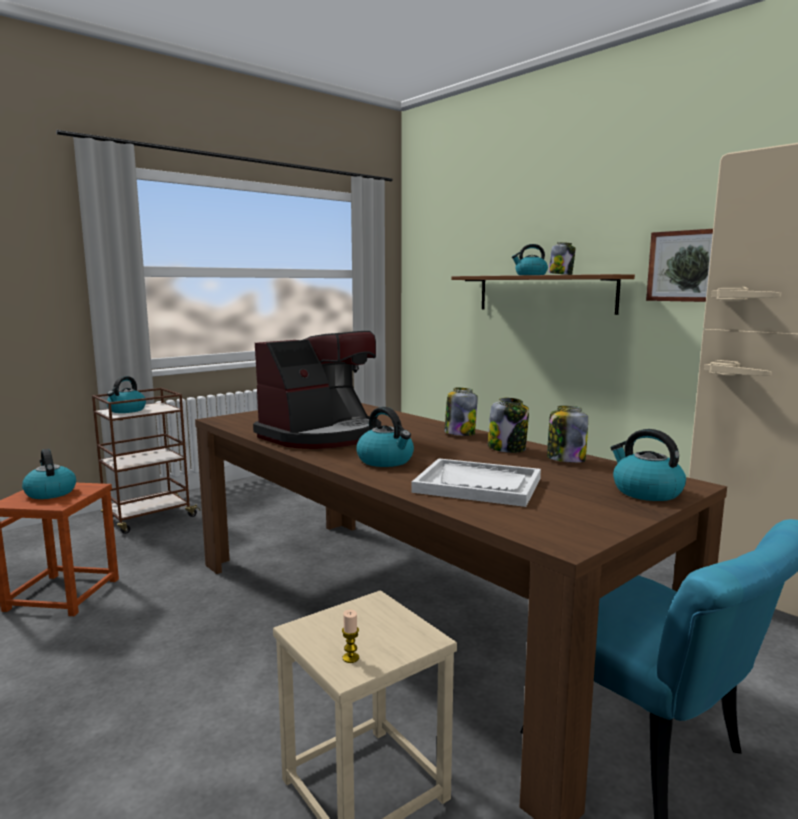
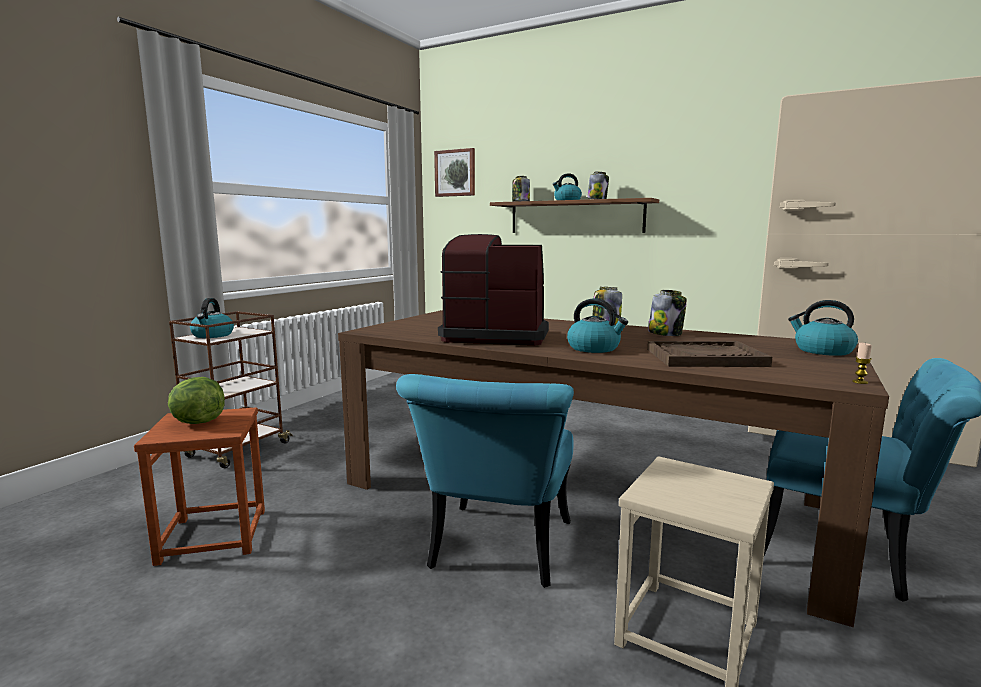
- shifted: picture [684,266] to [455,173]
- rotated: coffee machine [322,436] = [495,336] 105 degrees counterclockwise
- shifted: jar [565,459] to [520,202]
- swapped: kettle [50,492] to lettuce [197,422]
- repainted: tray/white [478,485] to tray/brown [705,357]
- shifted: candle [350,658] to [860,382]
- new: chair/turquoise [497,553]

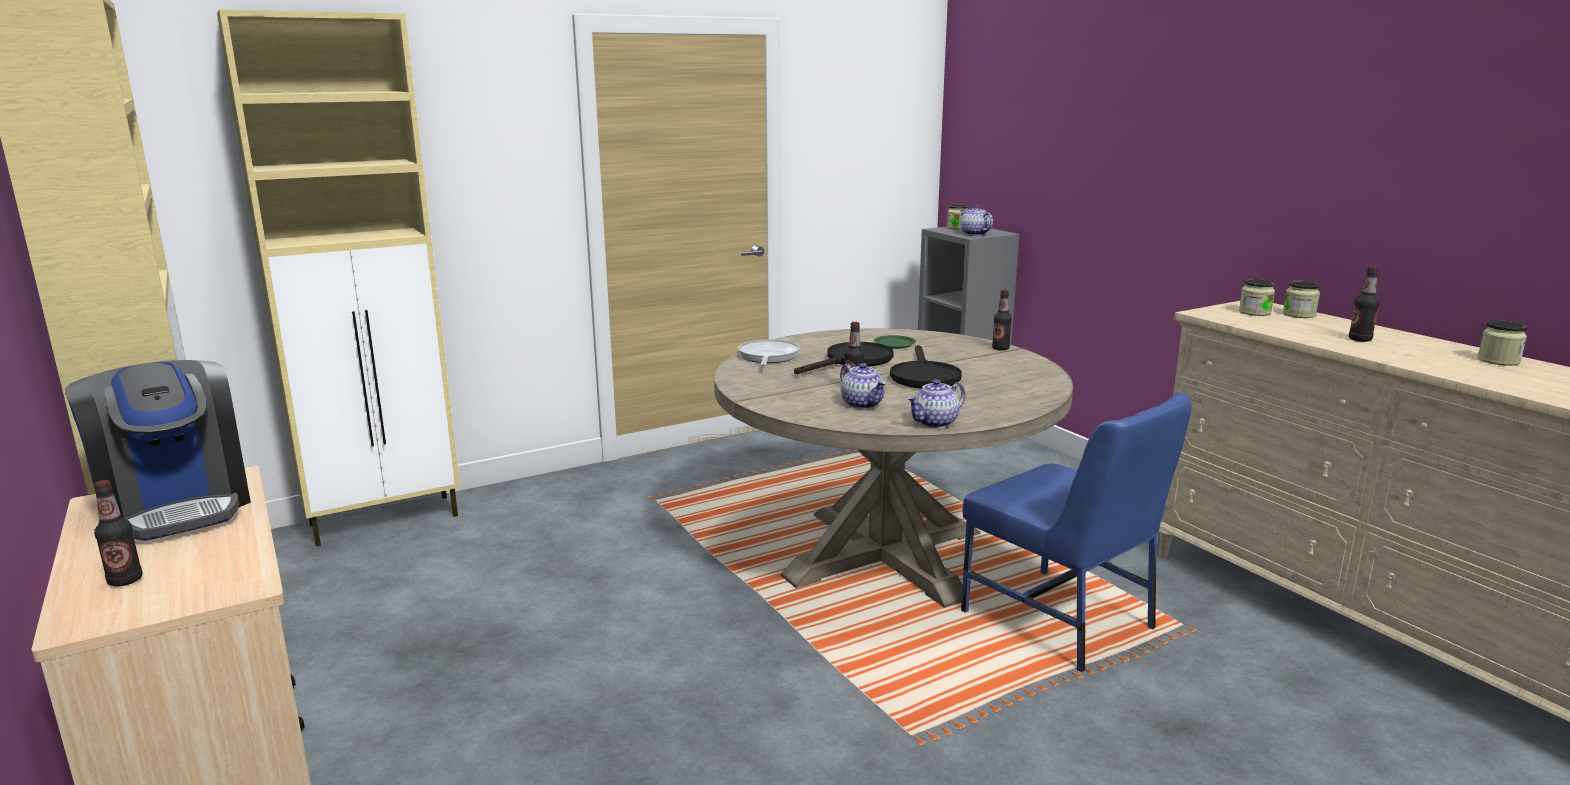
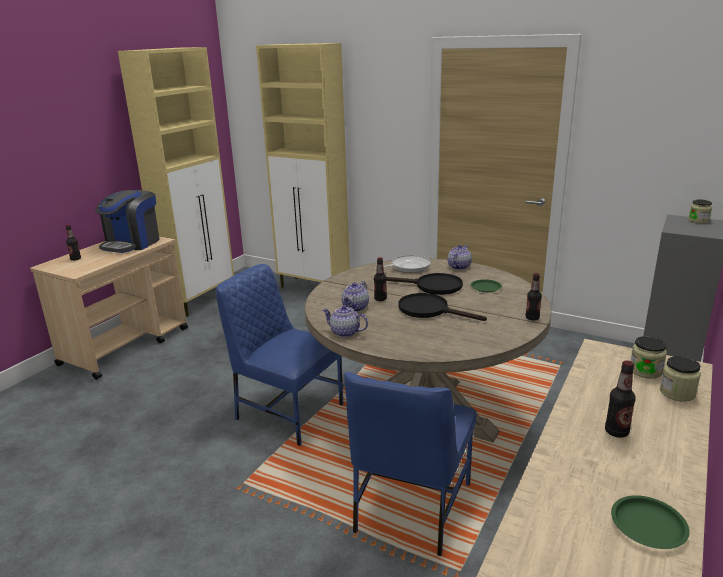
- shifted: teapot [974,234] to [458,266]
- swapped: jar [1498,361] to plate/green [647,525]
- rotated: frying pan/black [923,376] = [430,310] 60 degrees clockwise
- new: chair/blue [287,412]

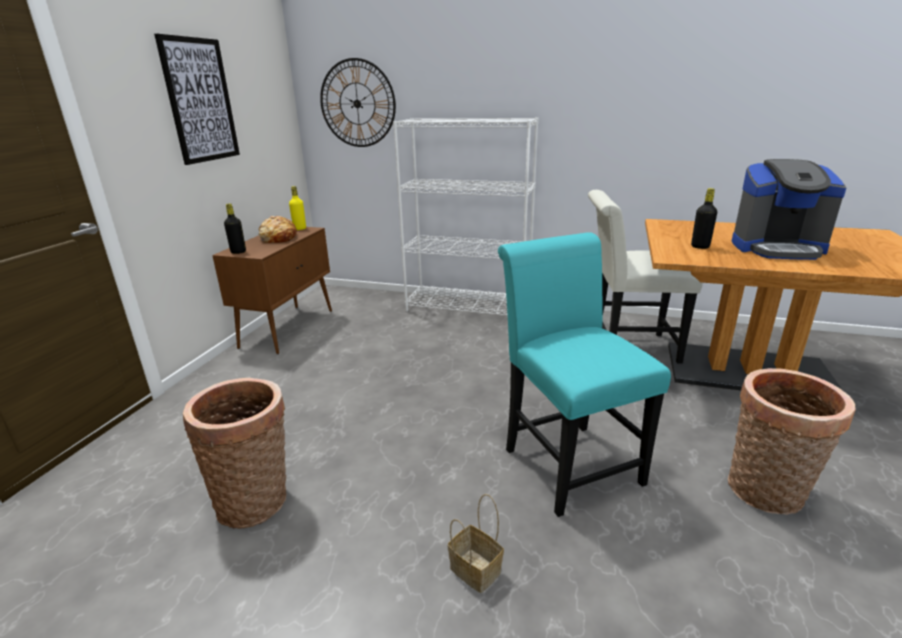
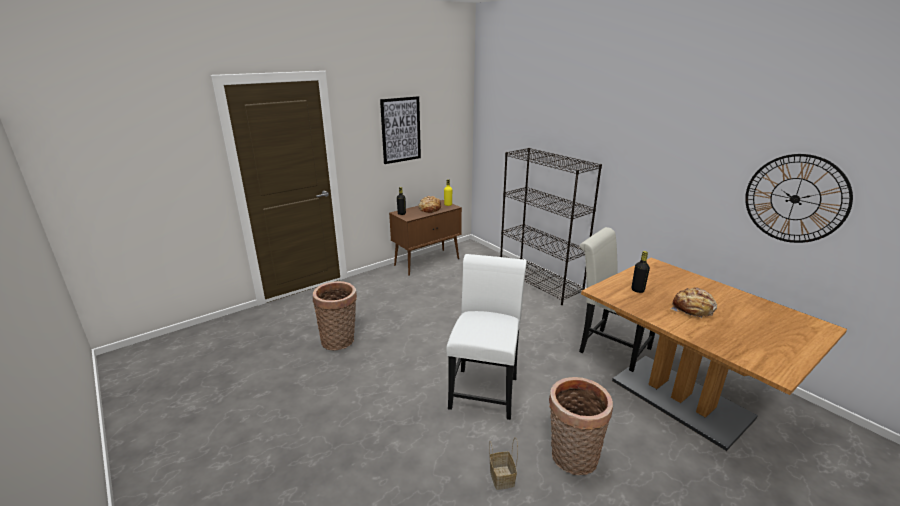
- shifted: wall clock [357,103] to [795,199]
- repainted: bookcase/white [469,308] to bookcase/black [540,283]
- swapped: coffee machine [777,248] to bread [693,309]
- repainted: chair/turquoise [566,460] to chair/white [485,388]
- shifted: basket [473,570] to [501,477]

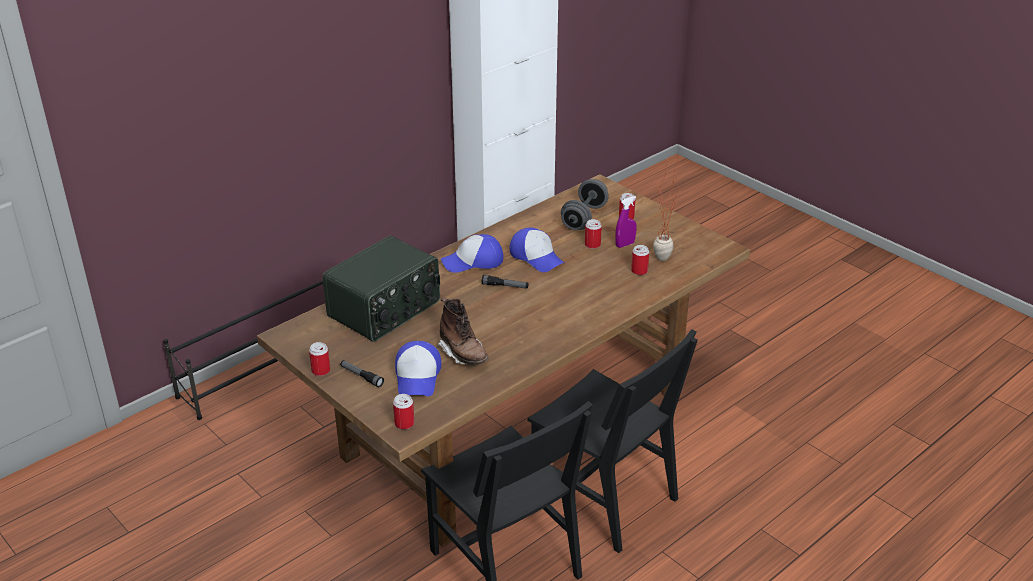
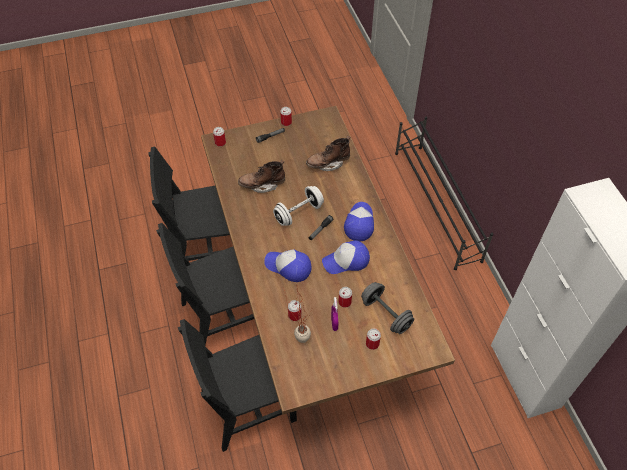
- swapped: radio [385,310] to boot/brown [328,163]
- shifted: cap [418,377] to [288,267]
- new: dumbbell/white [298,213]
- new: chair/black [248,405]

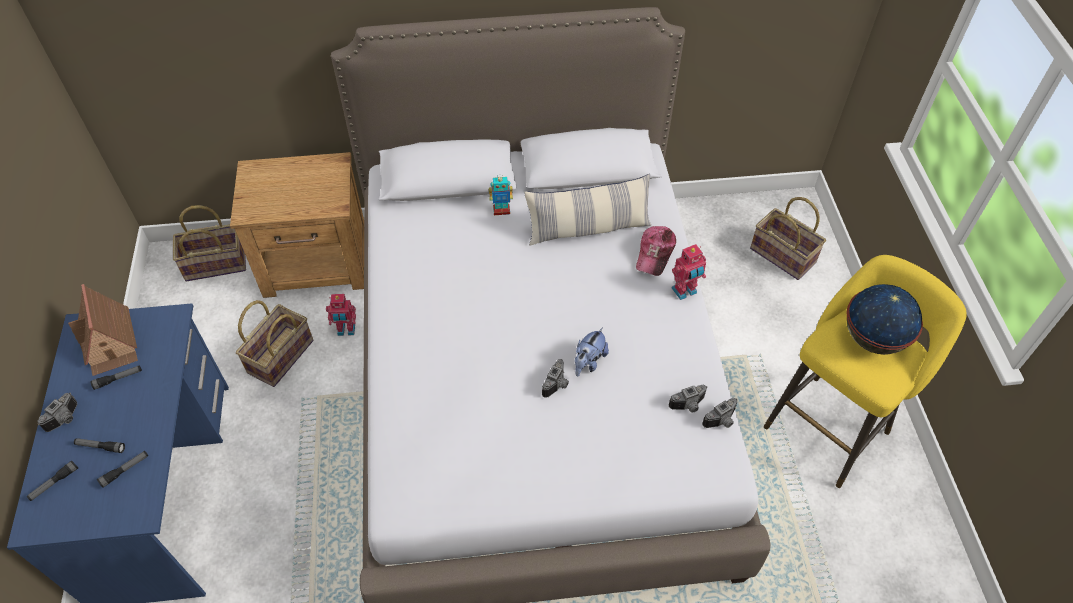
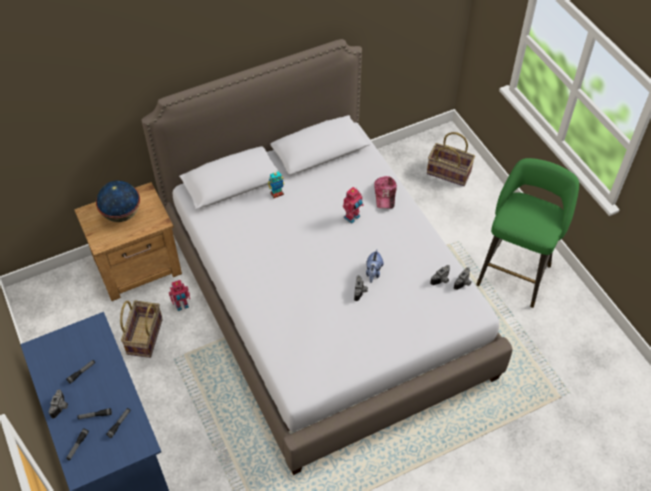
- gone: pillow [588,229]
- gone: basket [216,263]
- shifted: toy robot [685,291] to [352,217]
- repainted: stool/yellow [831,425] to stool/green [515,272]
- gone: toy house [110,342]
- shifted: globe [873,338] to [122,214]

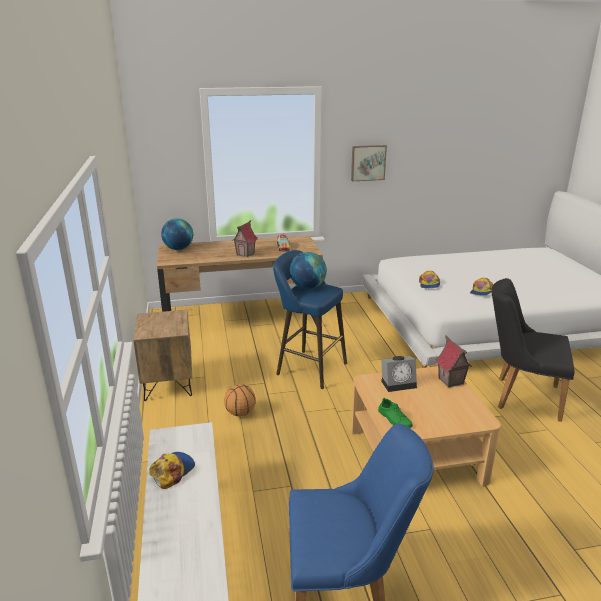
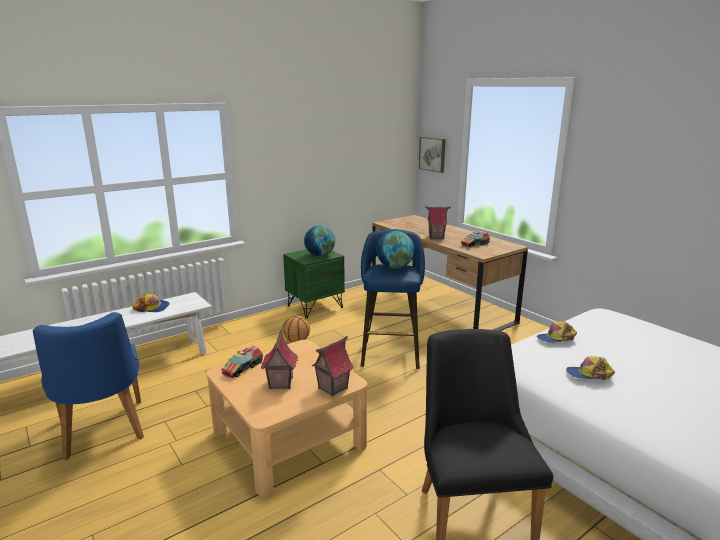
- shifted: picture [368,162] to [433,154]
- shifted: globe [178,249] to [320,255]
- repainted: nightstand/brown [168,384] to nightstand/green [315,306]
- gone: alarm clock [399,383]
- swapped: shoe/green [394,419] to toy truck [243,368]
- new: toy house [280,383]

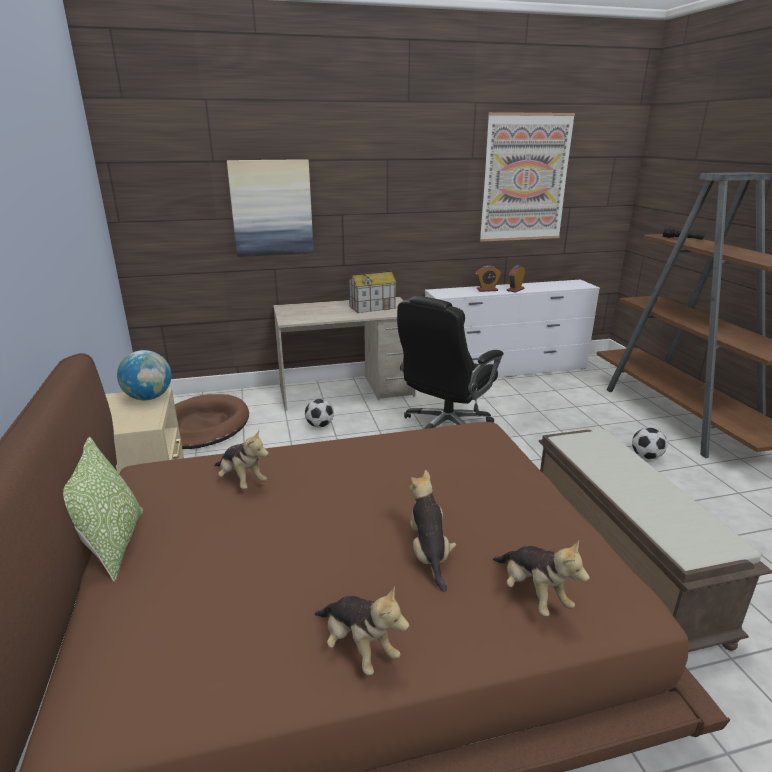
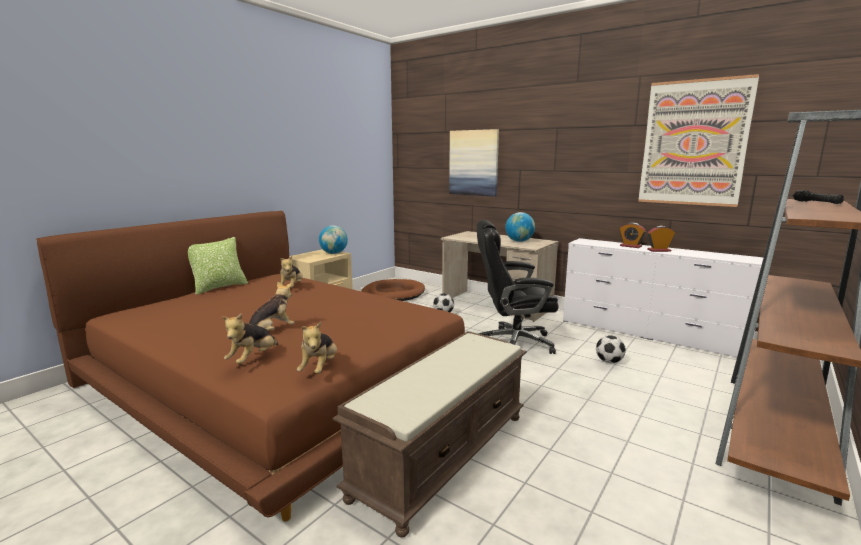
- swapped: toy house [372,307] to globe [519,241]
- shifted: football [646,457] to [609,362]
- shifted: plush toy [358,648] to [319,368]

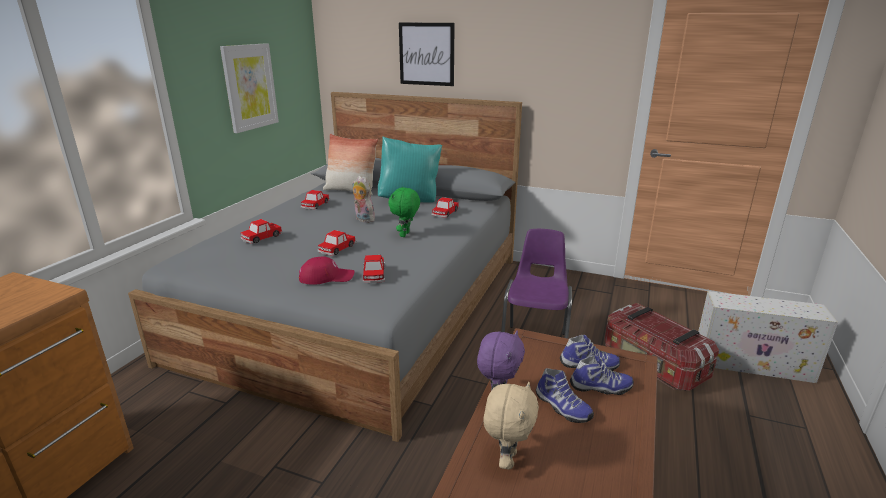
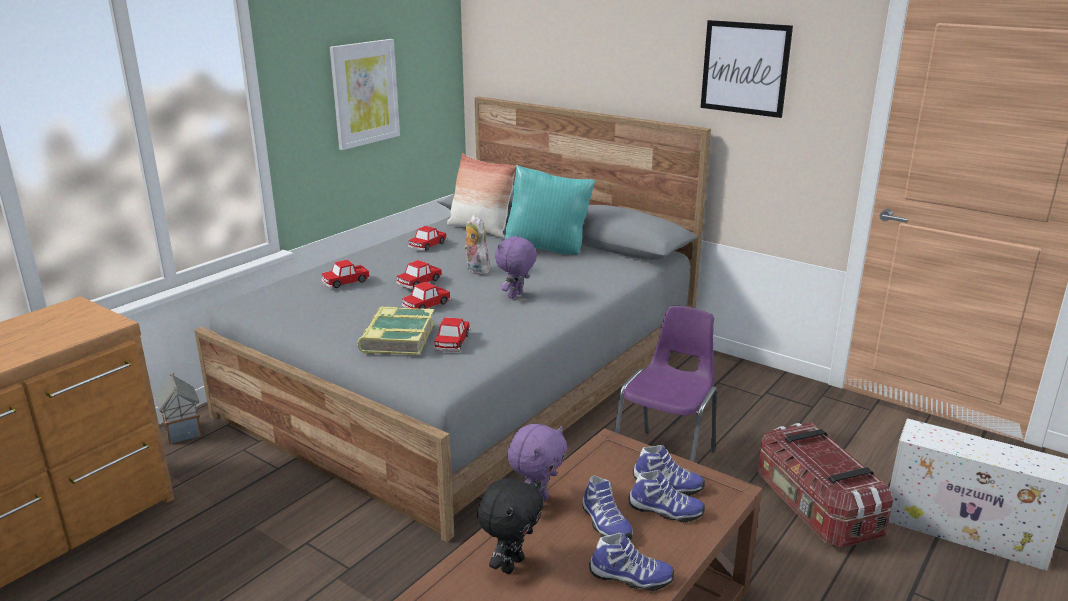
- shifted: picture [426,54] to [745,68]
- repainted: plush toy/green [405,235] to plush toy/purple [516,296]
- shifted: toy car [445,213] to [419,282]
- swapped: cap/red [326,277] to book [397,338]
- repainted: plush toy/beige [507,459] to plush toy/black [511,564]
- new: toy house [184,433]
- new: shoe [630,578]

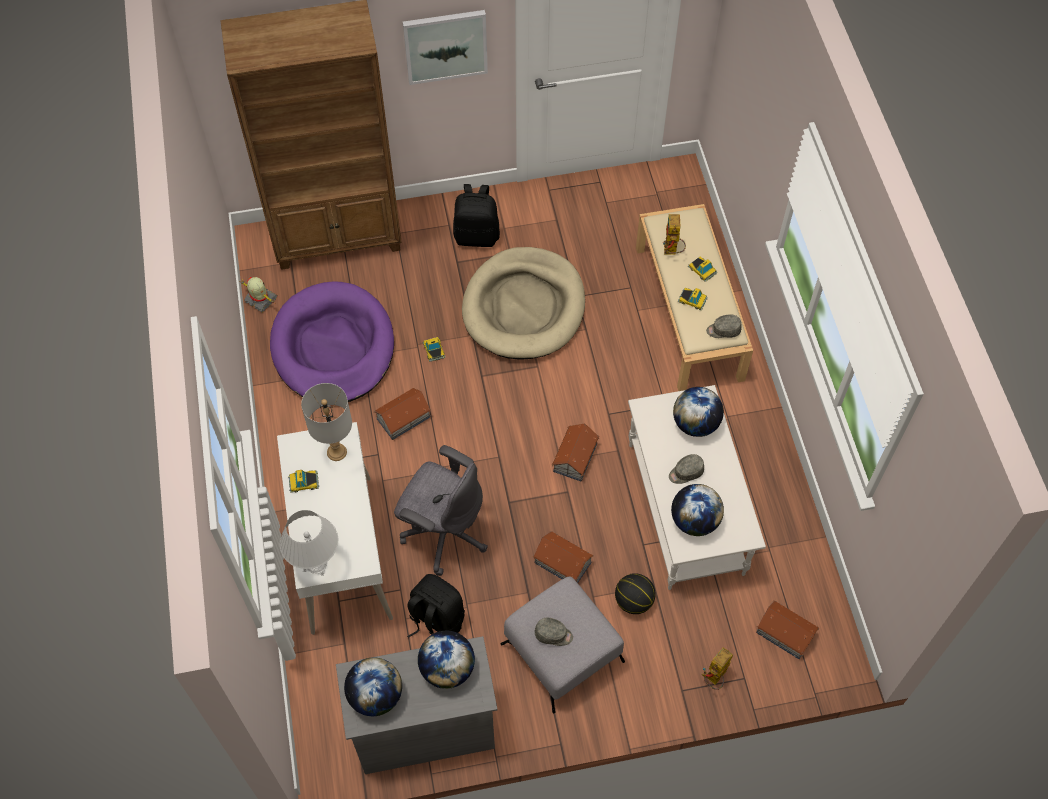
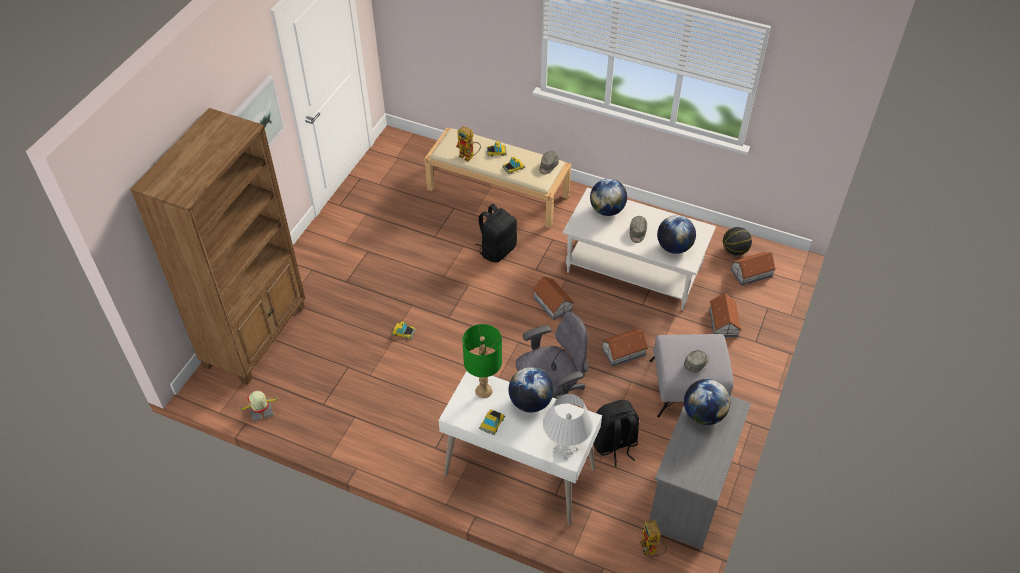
- shifted: backpack/black [477,235] to [497,250]
- gone: dog bed/beige [524,307]
- gone: dog bed/purple [333,347]
- repainted: table lamp/grey [336,452] to table lamp/green [484,391]
- shifted: toy house [404,418] to [723,322]
- shifted: basketball [633,601] to [735,250]
- shifted: toy robot [714,679] to [650,551]
- shifted: globe [375,696] to [530,402]

